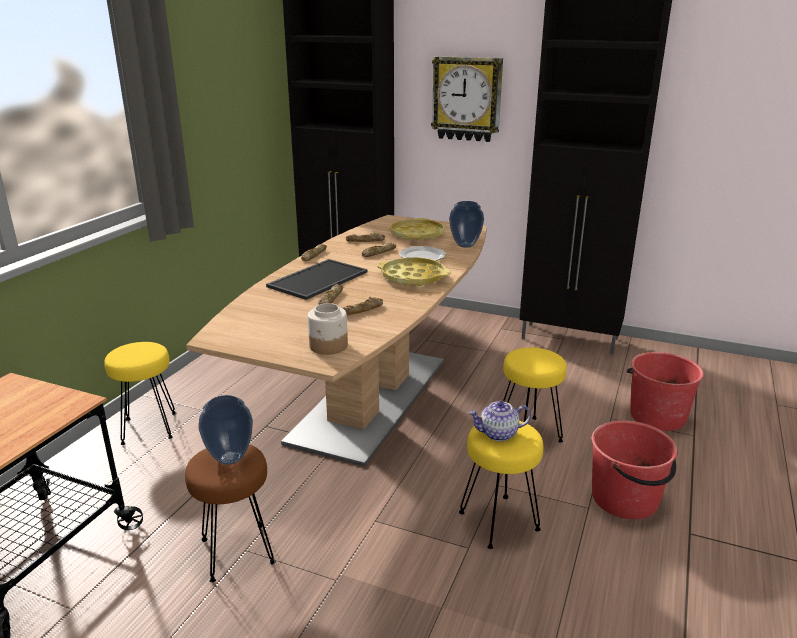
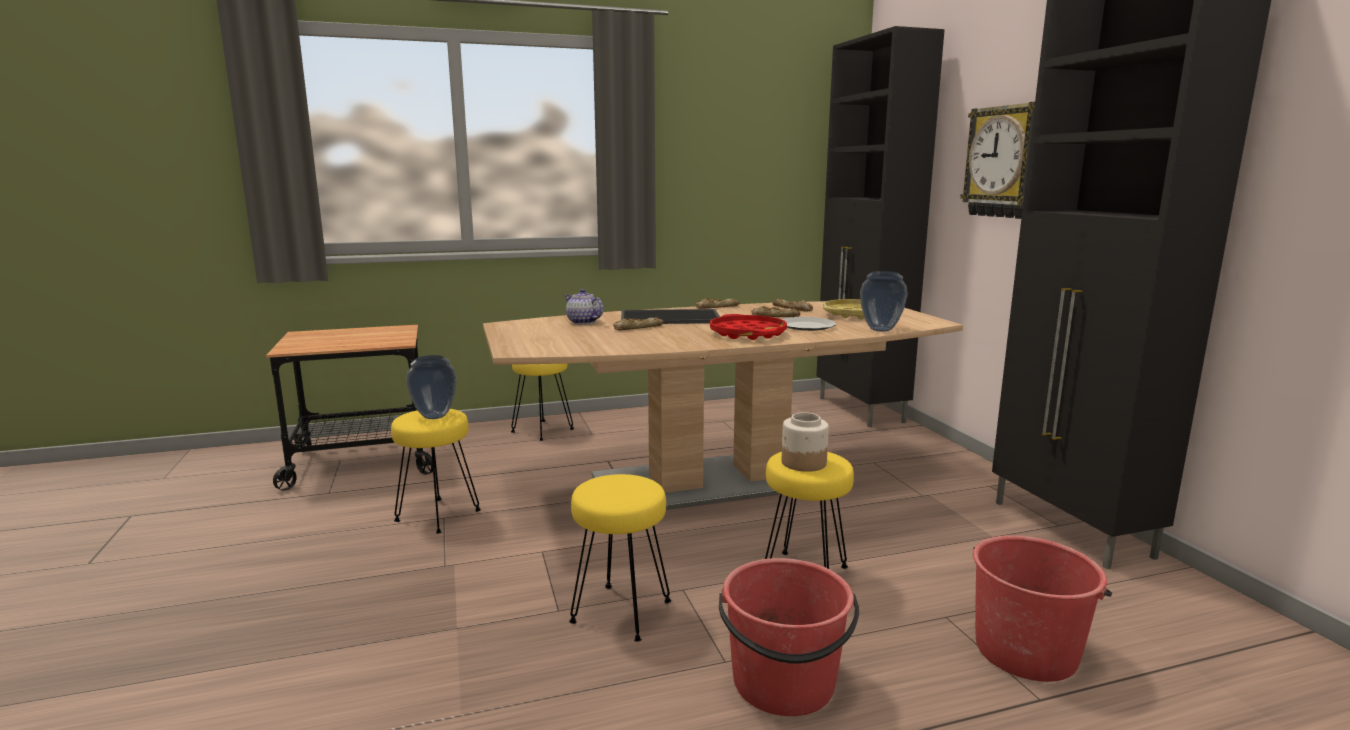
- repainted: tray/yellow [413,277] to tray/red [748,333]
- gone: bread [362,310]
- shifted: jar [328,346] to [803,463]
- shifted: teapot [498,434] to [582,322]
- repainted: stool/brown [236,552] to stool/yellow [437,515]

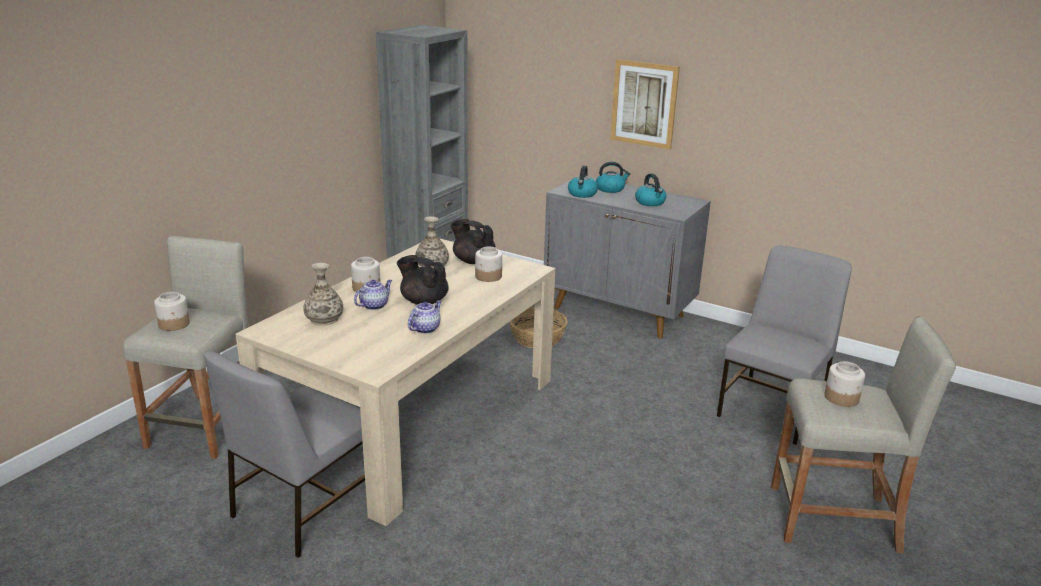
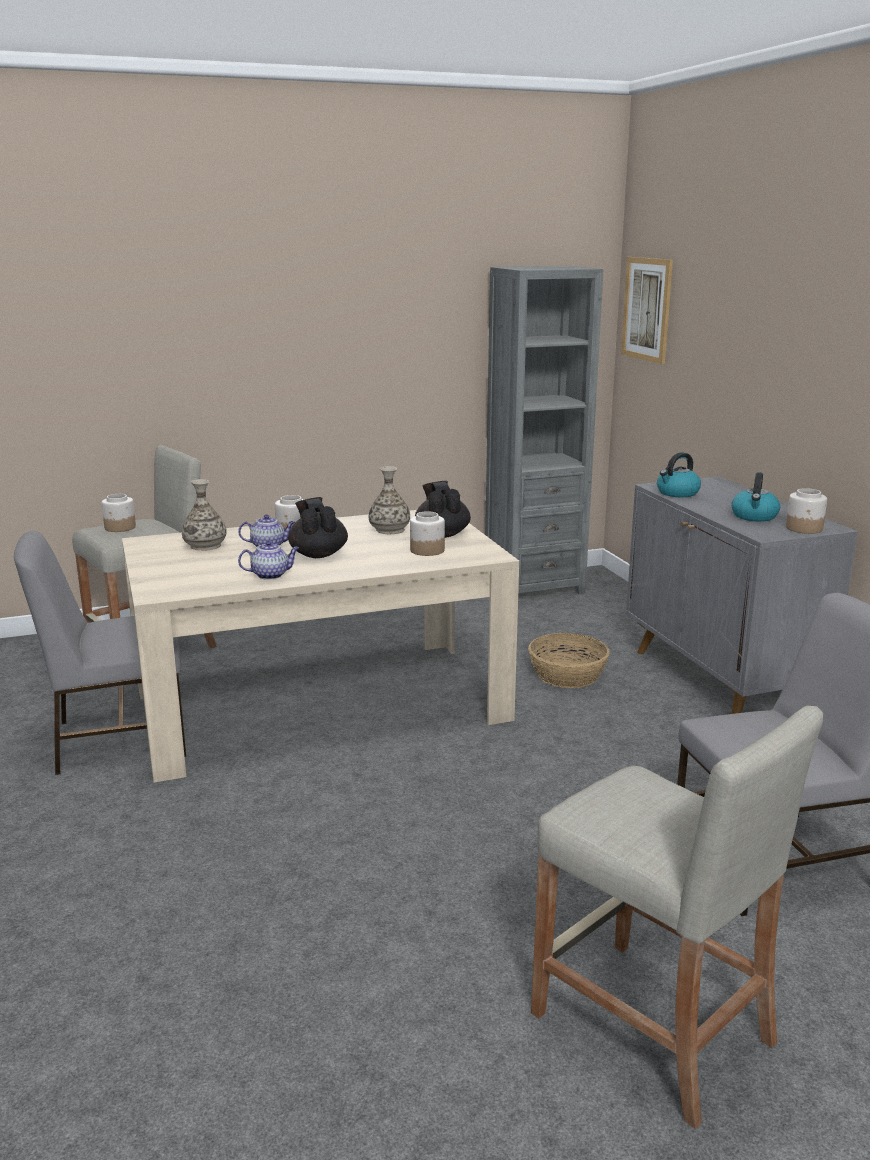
- shifted: picture [644,104] to [647,309]
- gone: kettle [610,189]
- shifted: jar [842,398] to [804,528]

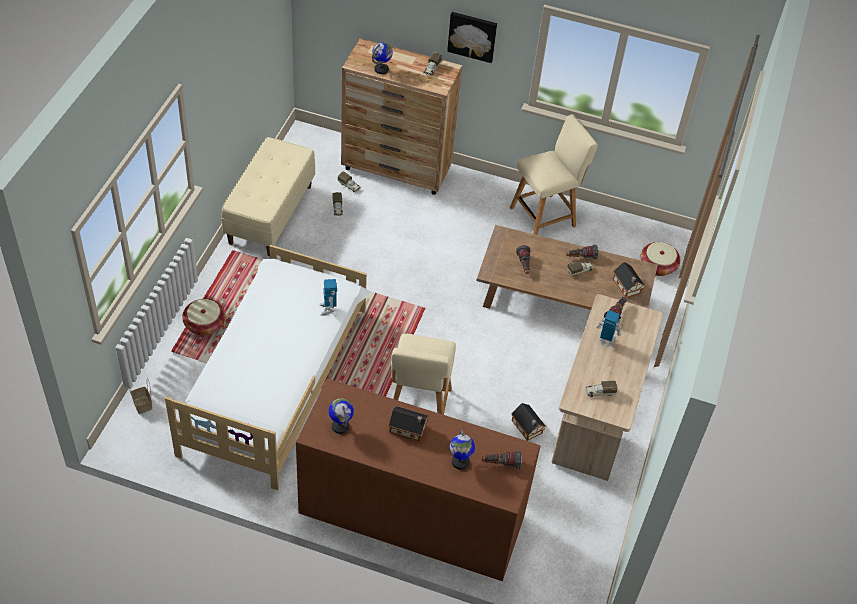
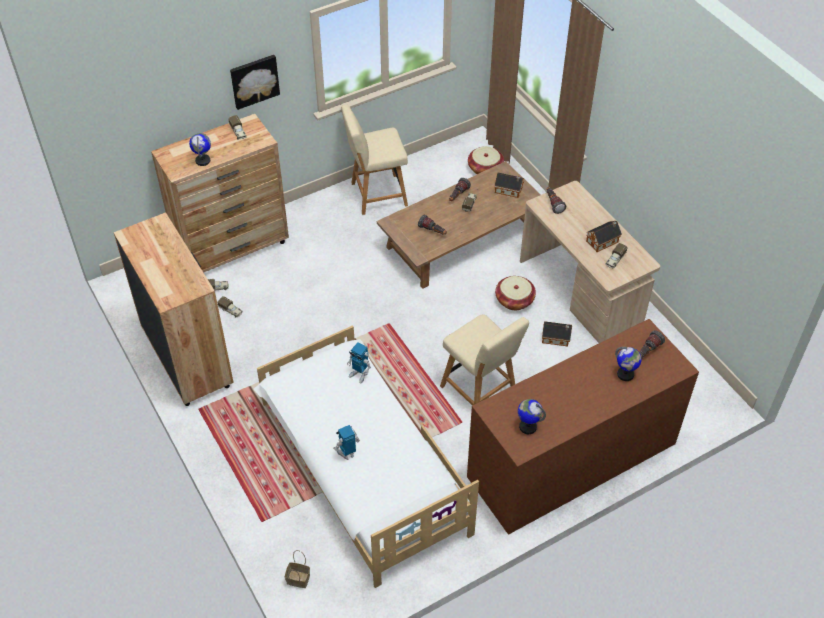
- rotated: chair/beige [545,216] = [376,195] 120 degrees counterclockwise
- swapped: bench/beige [270,214] to dresser/brown [187,358]
- shifted: basket [205,324] to [514,300]
- shifted: toy robot [606,340] to [347,453]
- shifted: toy house [409,429] to [603,241]

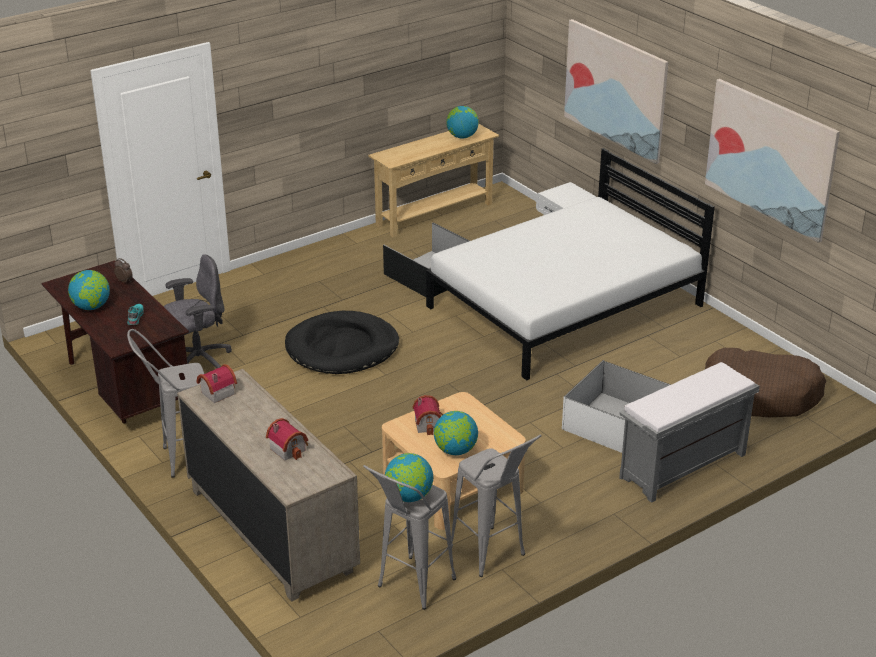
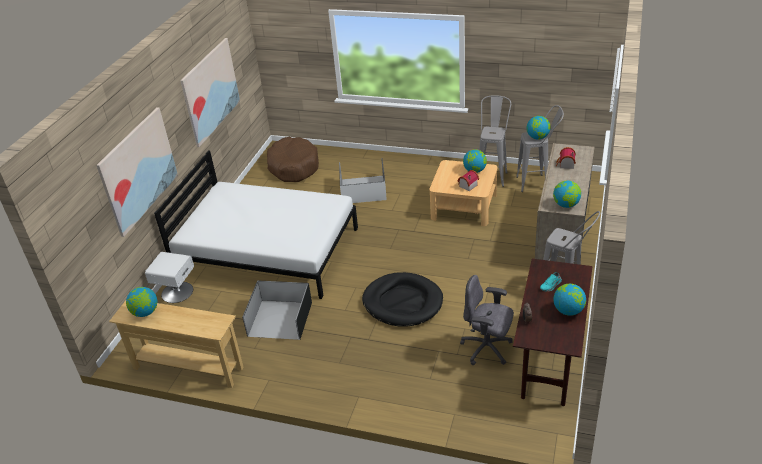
- gone: bench/grey [682,467]
- swapped: toy house [216,392] to globe [566,205]

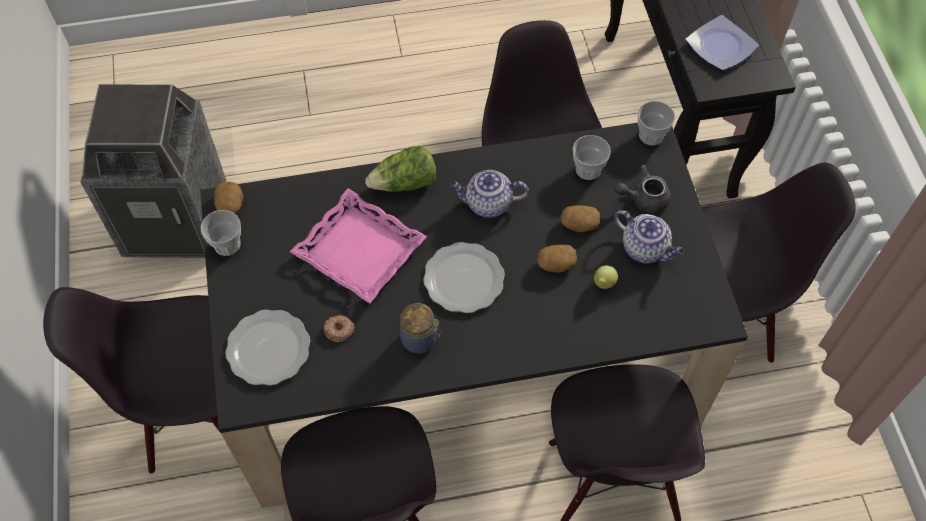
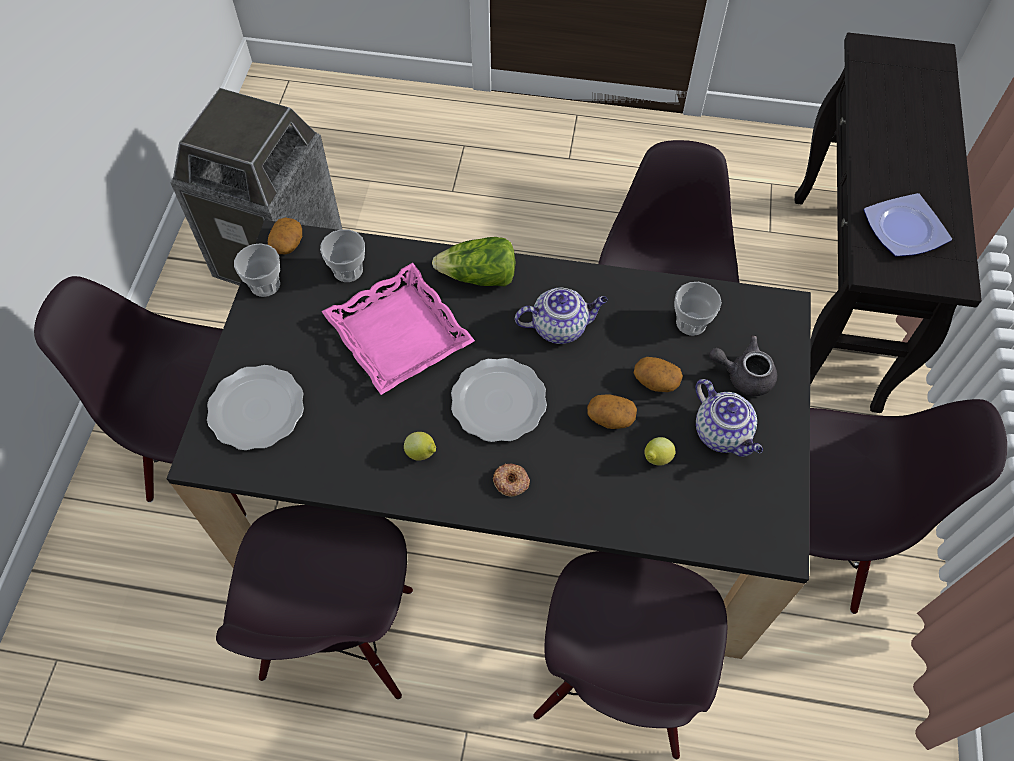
- shifted: cup [651,135] to [348,270]
- rotated: teapot [487,204] = [560,327] 150 degrees clockwise
- swapped: jar [420,339] to lemon [422,453]
- shifted: donut [339,330] to [511,482]

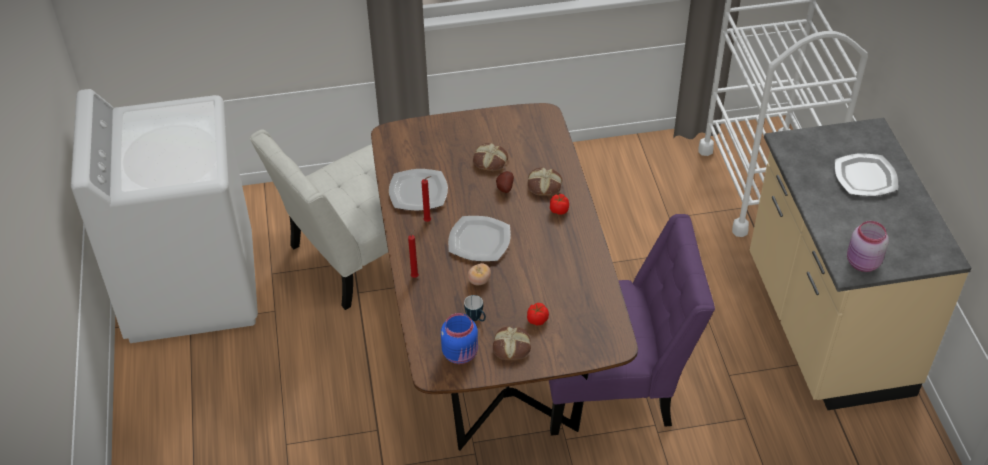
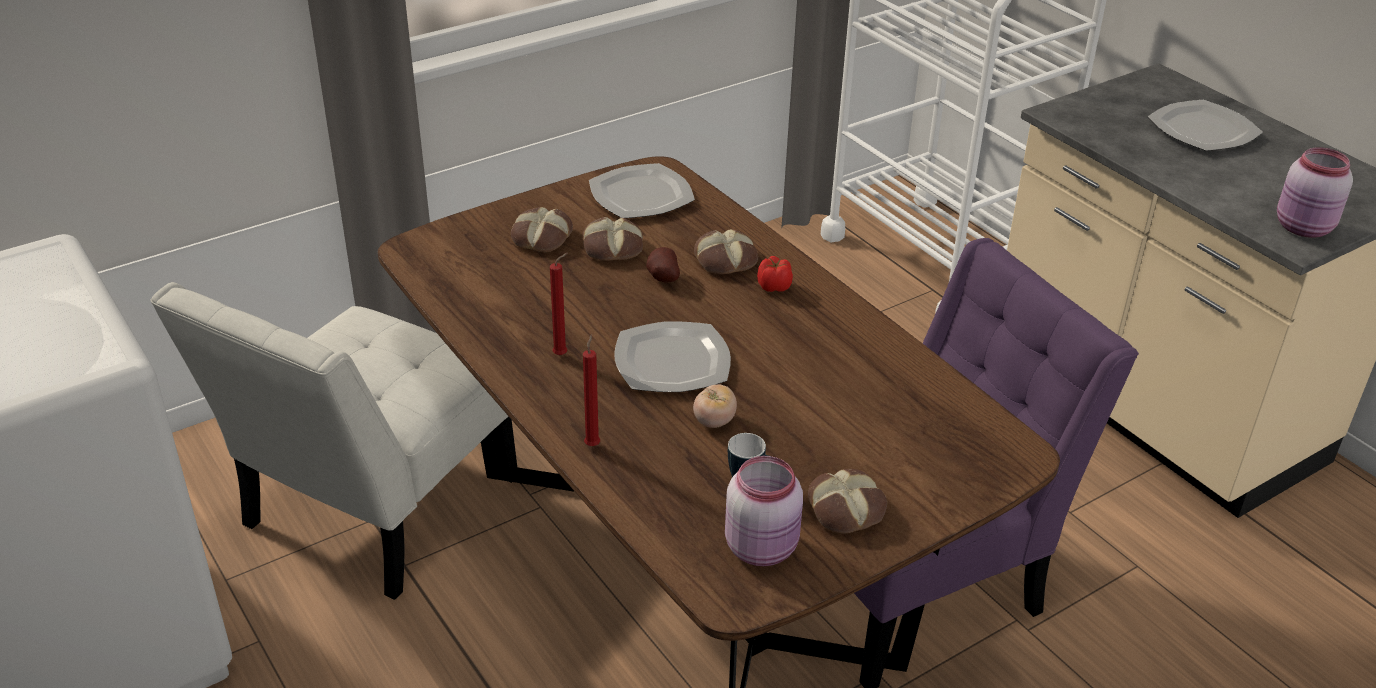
- shifted: plate [419,192] to [642,195]
- gone: tomato [537,320]
- repainted: jar/blue [461,354] to jar/pink [763,547]
- new: bread [541,237]

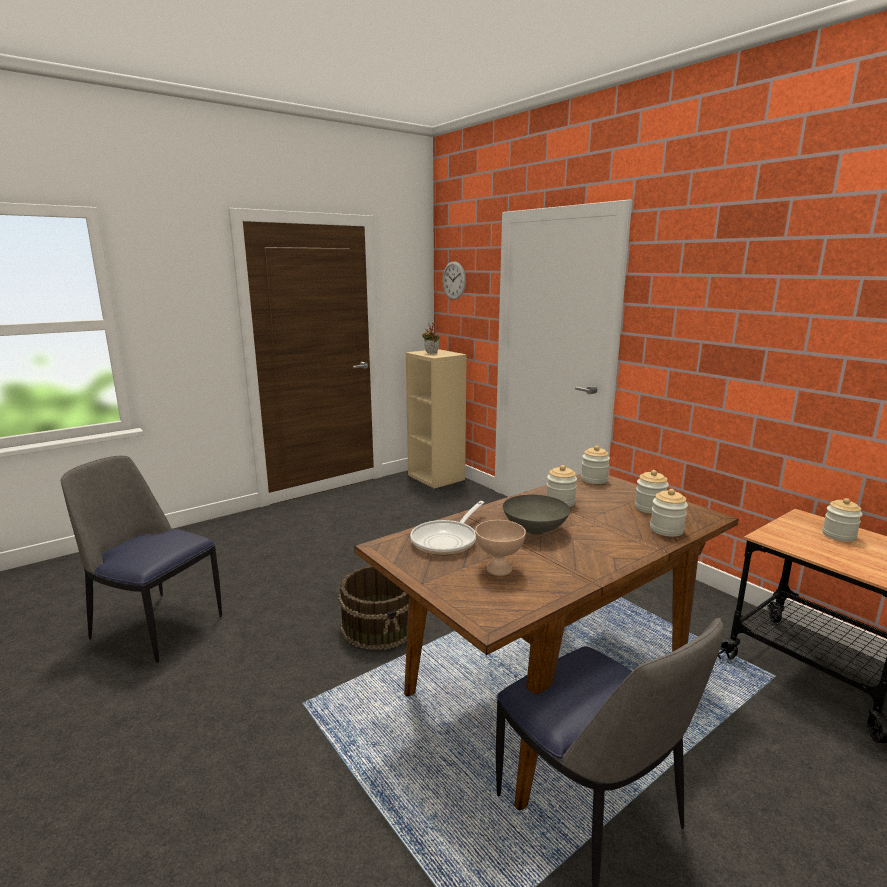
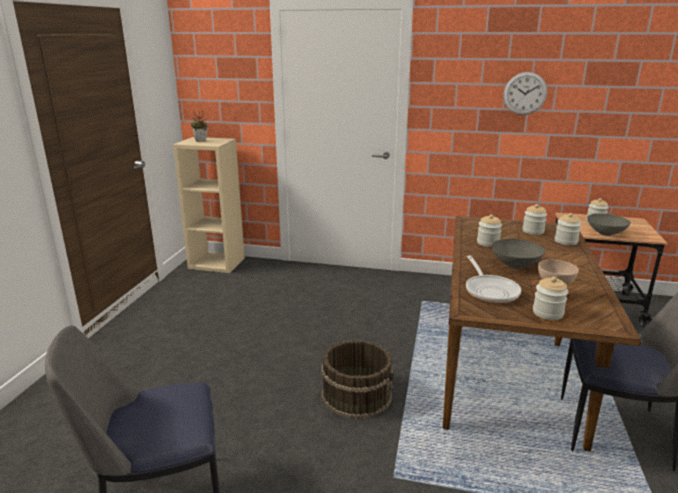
- shifted: wall clock [454,280] to [525,93]
- shifted: jar [594,479] to [547,313]
- new: bowl/grey [605,233]

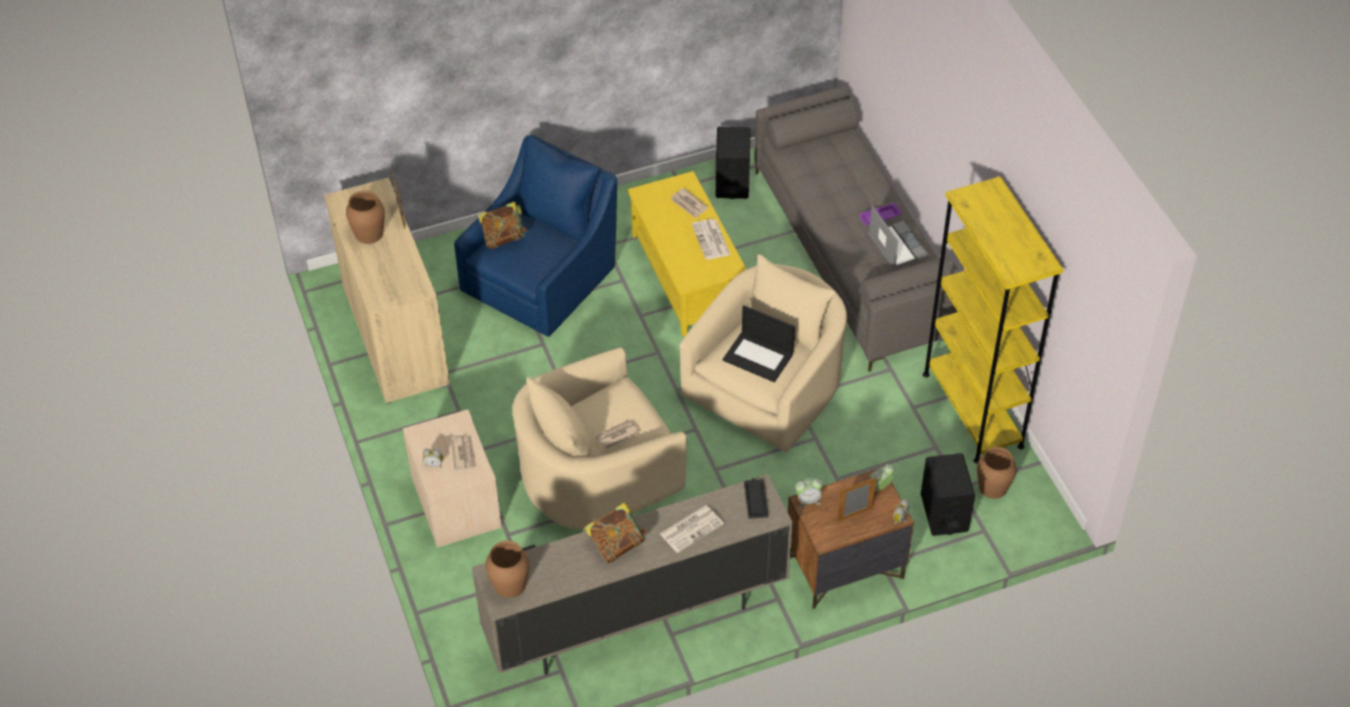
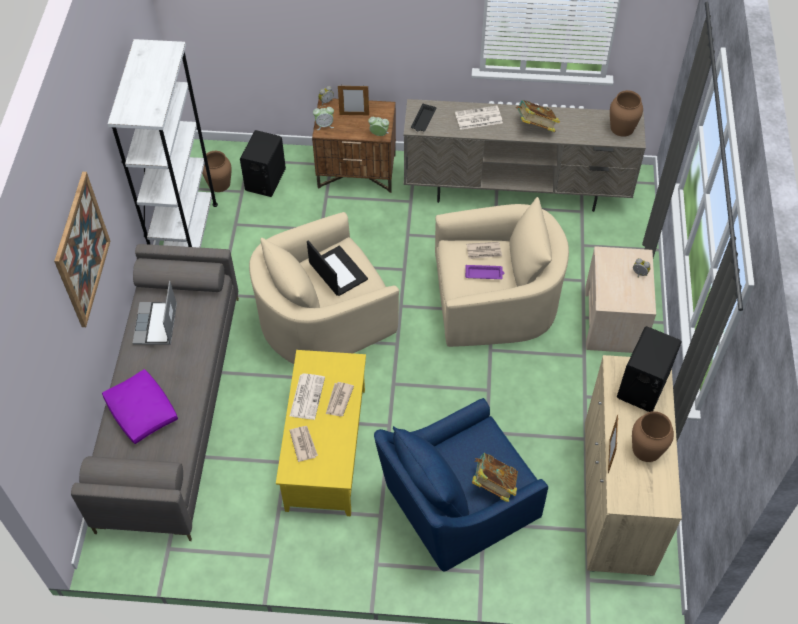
- shifted: speaker/black [732,182] to [643,386]
- repainted: bookcase/yellow [972,410] to bookcase/white [187,240]
- shifted: tray/purple [879,217] to [484,274]
- shifted: newspaper [464,454] to [338,400]
- new: picture [82,250]
- new: pillow/purple [141,411]

